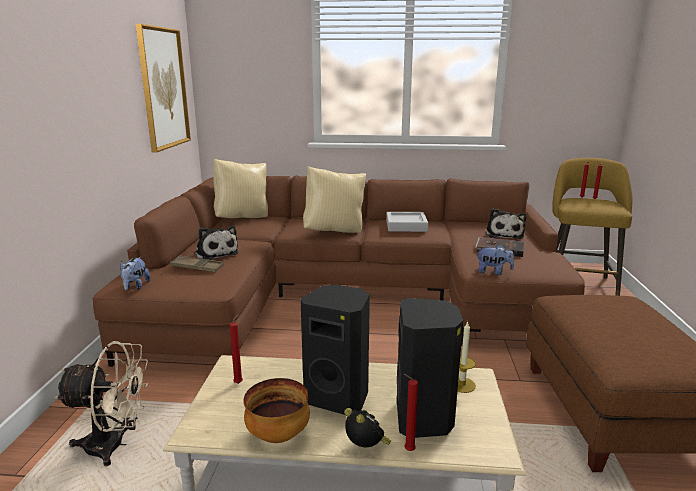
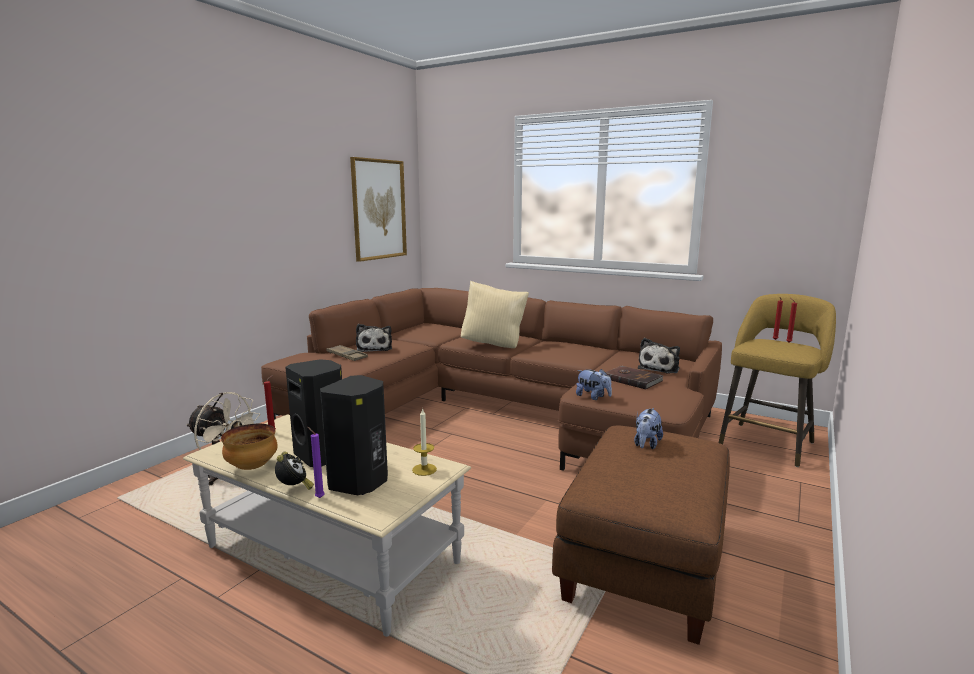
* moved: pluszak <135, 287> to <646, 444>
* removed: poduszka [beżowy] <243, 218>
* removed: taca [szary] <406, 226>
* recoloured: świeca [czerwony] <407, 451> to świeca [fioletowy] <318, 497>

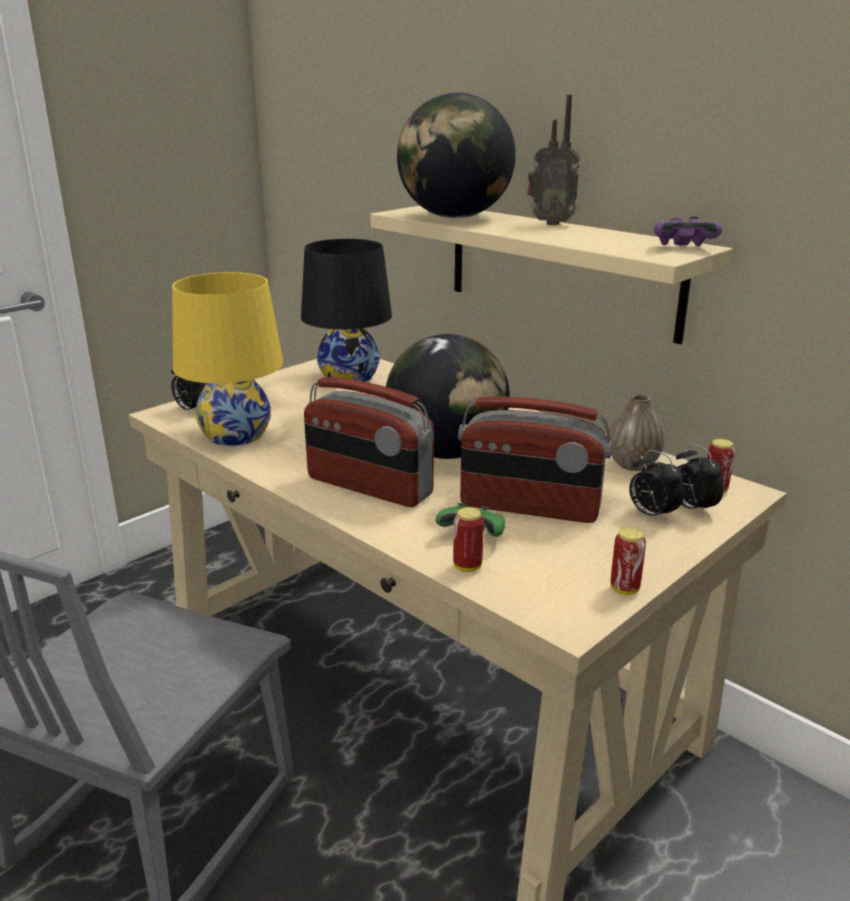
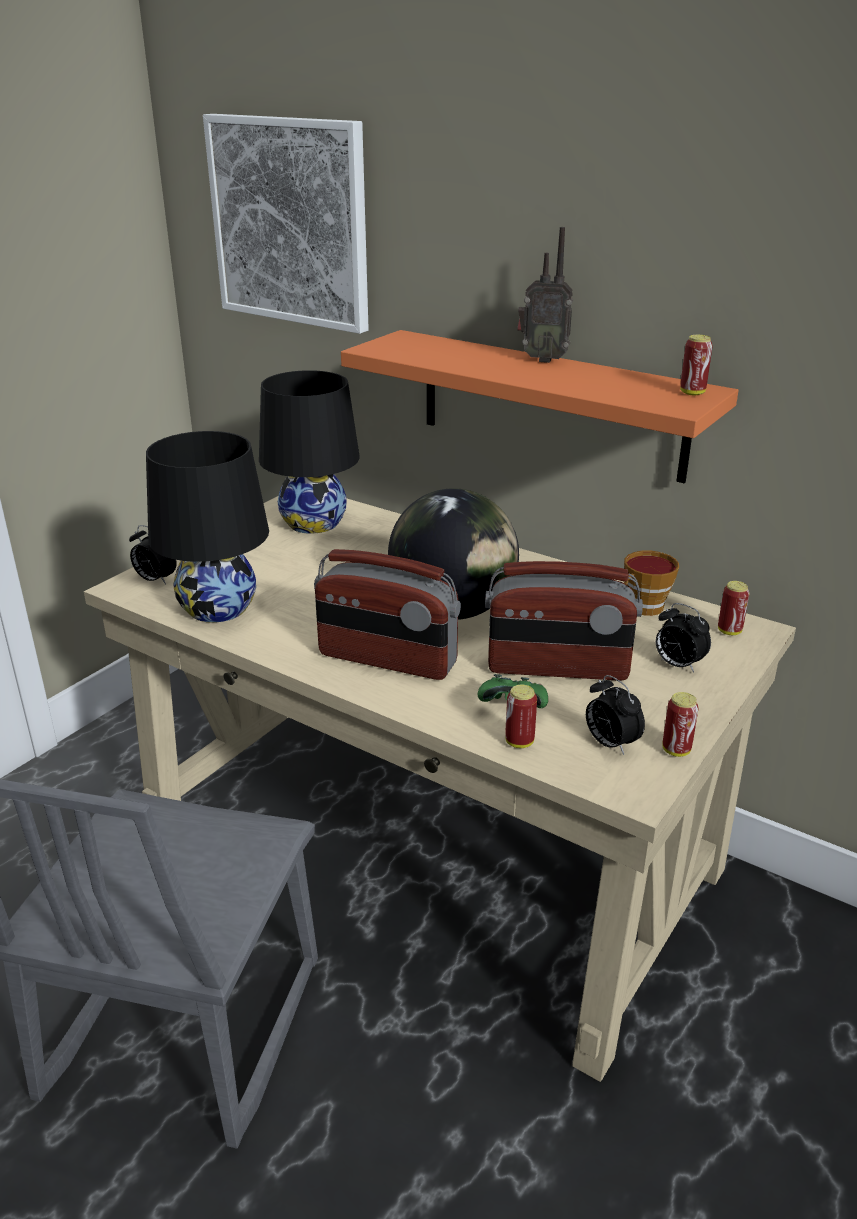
* recoloured: lampa stołowa [żółty] <235, 434> to lampa stołowa [czarny] <217, 607>
* recoloured: półka [beżowy] <560, 269> to półka [pomarańczowy] <550, 404>
* removed: globus <455, 217>
* replaced: wazon <632, 465> to filiżanka <643, 608>
* replaced: pad do gier [fioletowy] <683, 248> to puszka <692, 393>
* moved: budzik <691, 508> to <610, 743>
* added: obraz <290, 222>

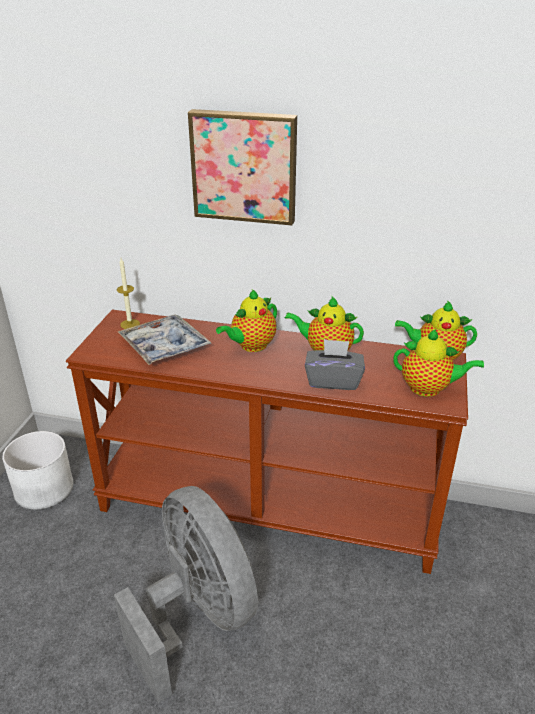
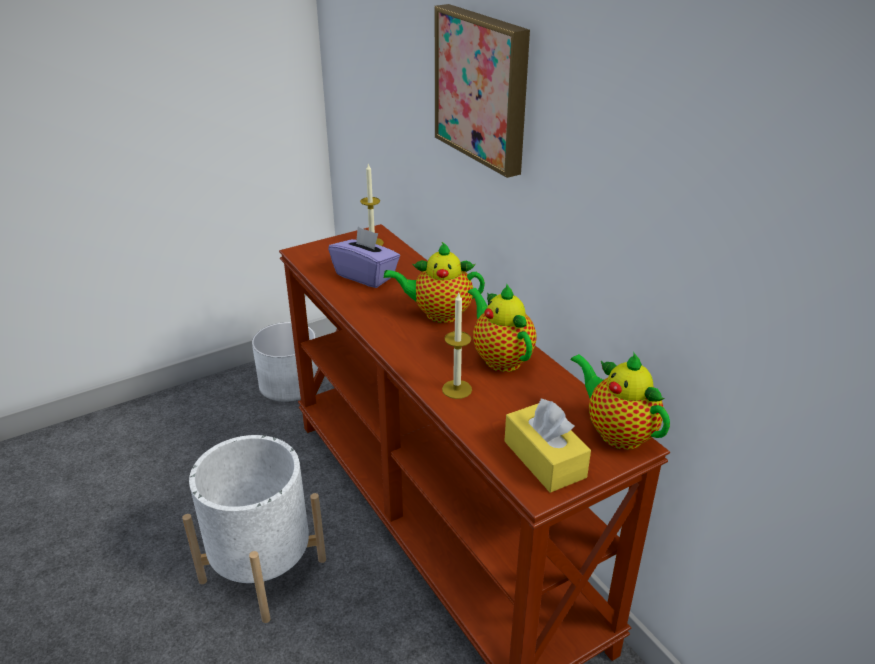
* replaced: wentylator [szary] <197, 616> to donica [biały] <263, 570>
* replaced: taca <164, 346> to pudełko chusteczek [fioletowy] <366, 276>
* replaced: pudełko chusteczek [szary] <333, 381> to świeca <457, 389>
* replaced: imbryk <428, 389> to pudełko chusteczek [żółty] <544, 459>

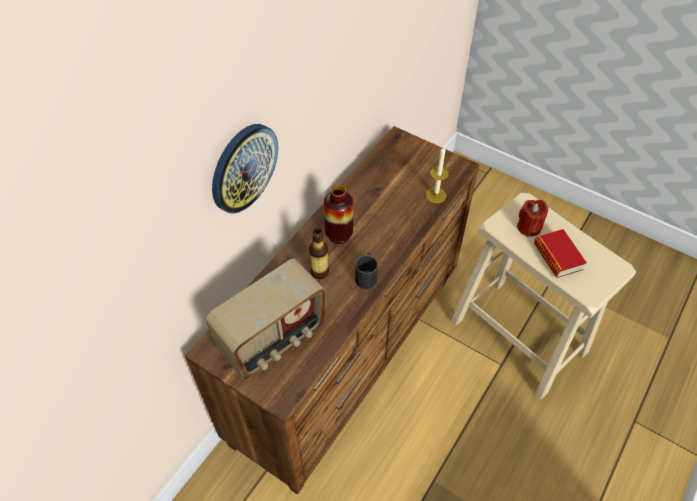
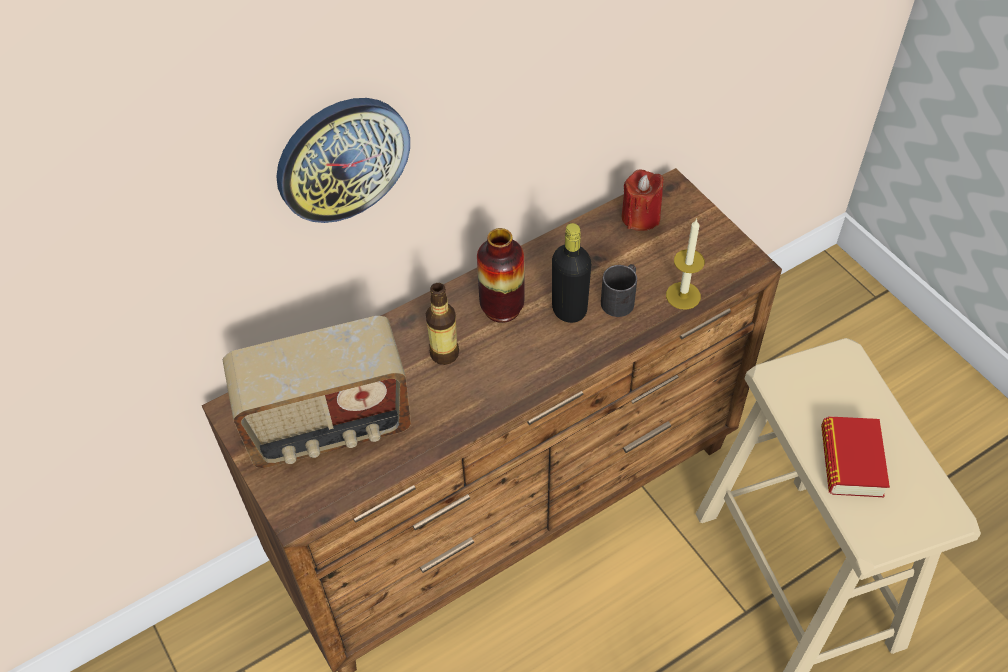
* moved: kubek [czarny] <366, 275> to <621, 298>
* moved: świeca [czerwony] <529, 227> to <640, 217>
* added: butelka [czarny] <569, 310>

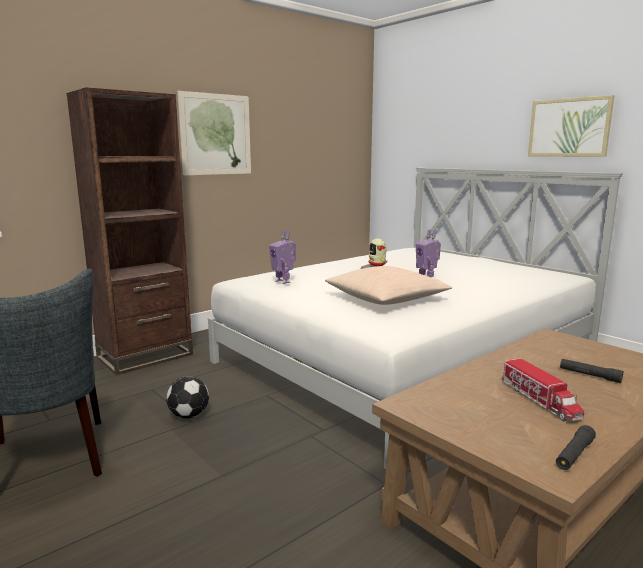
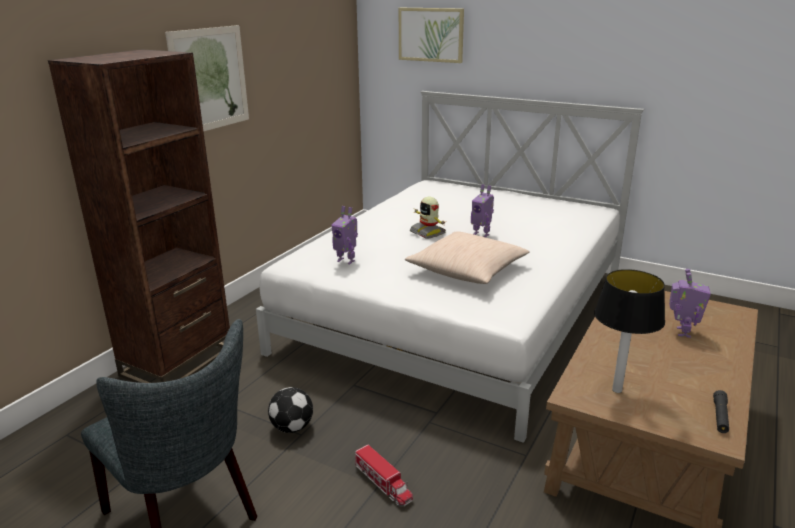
* moved: ciężarówka zabawkowa <540, 400> to <383, 483>
* moved: obraz <569, 127> to <431, 34>
* replaced: latarka [czarny] <589, 375> to robot zabawkowy <682, 332>
* added: lampa stołowa <616, 390>

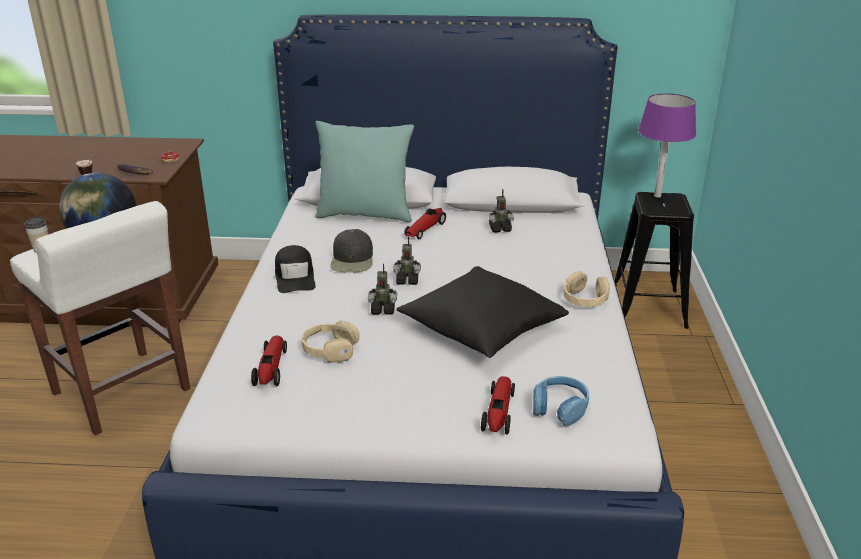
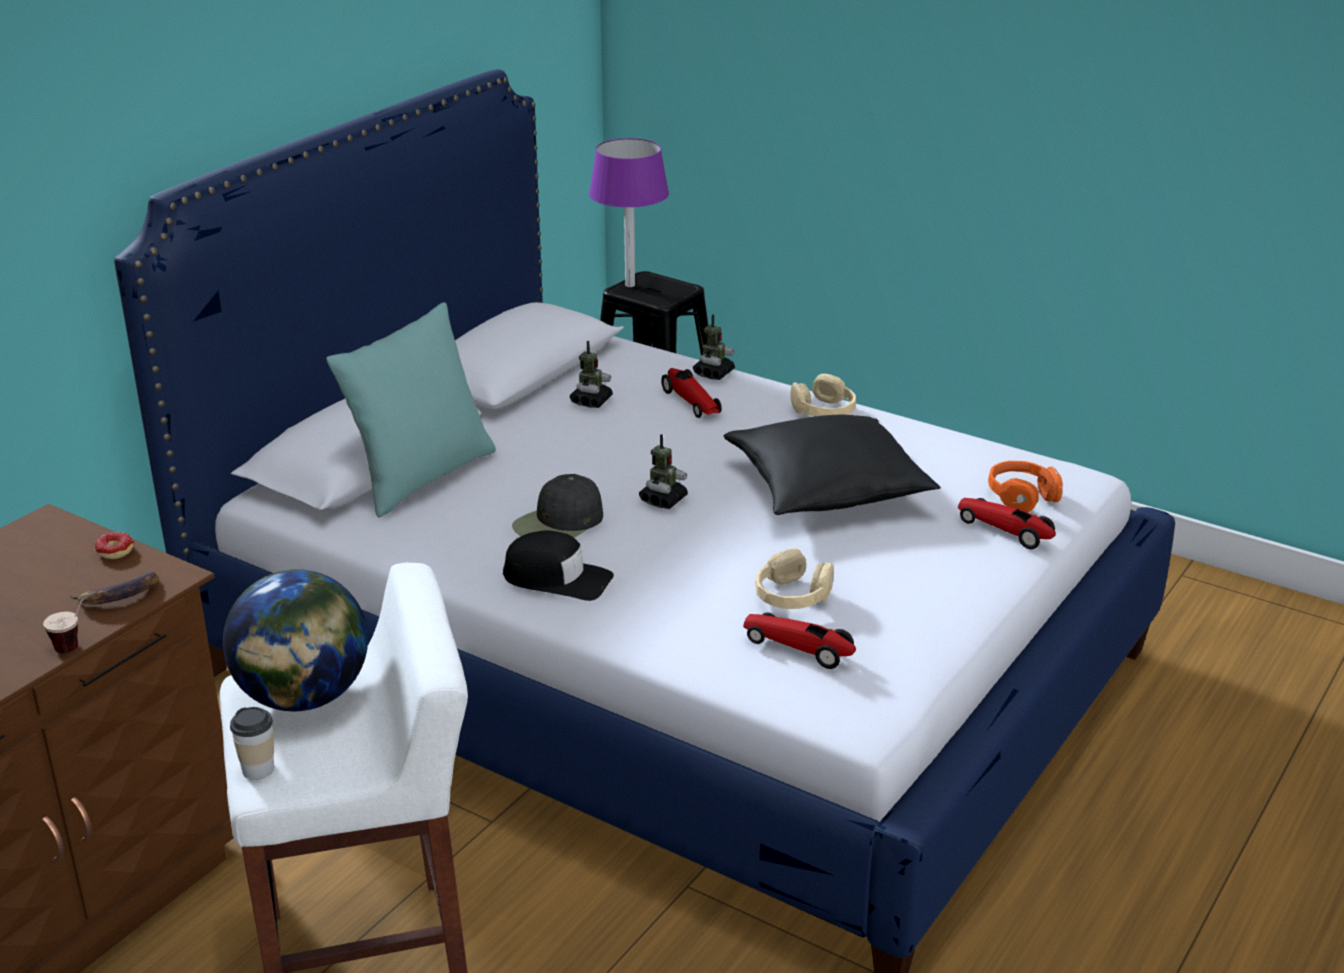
* turned: czapka z daszkiem [czarny] <352, 260> = <559, 523> 105 degrees clockwise
* moved: robot zabawkowy <383, 309> to <713, 373>
* moved: samochodzik <425, 229> to <691, 402>
* recoloured: słuchawki [niebieski] <560, 407> to słuchawki [pomarańczowy] <1021, 495>

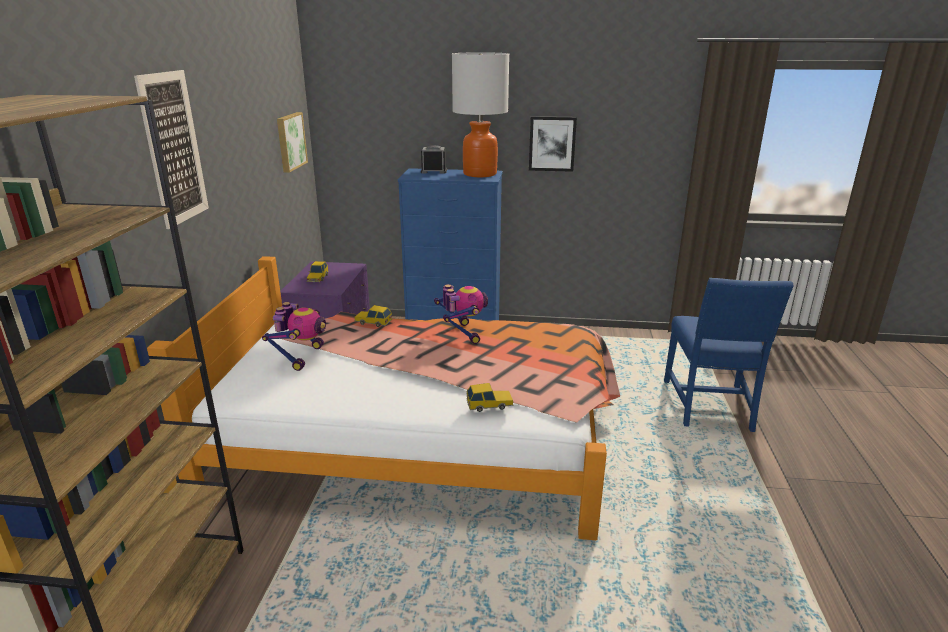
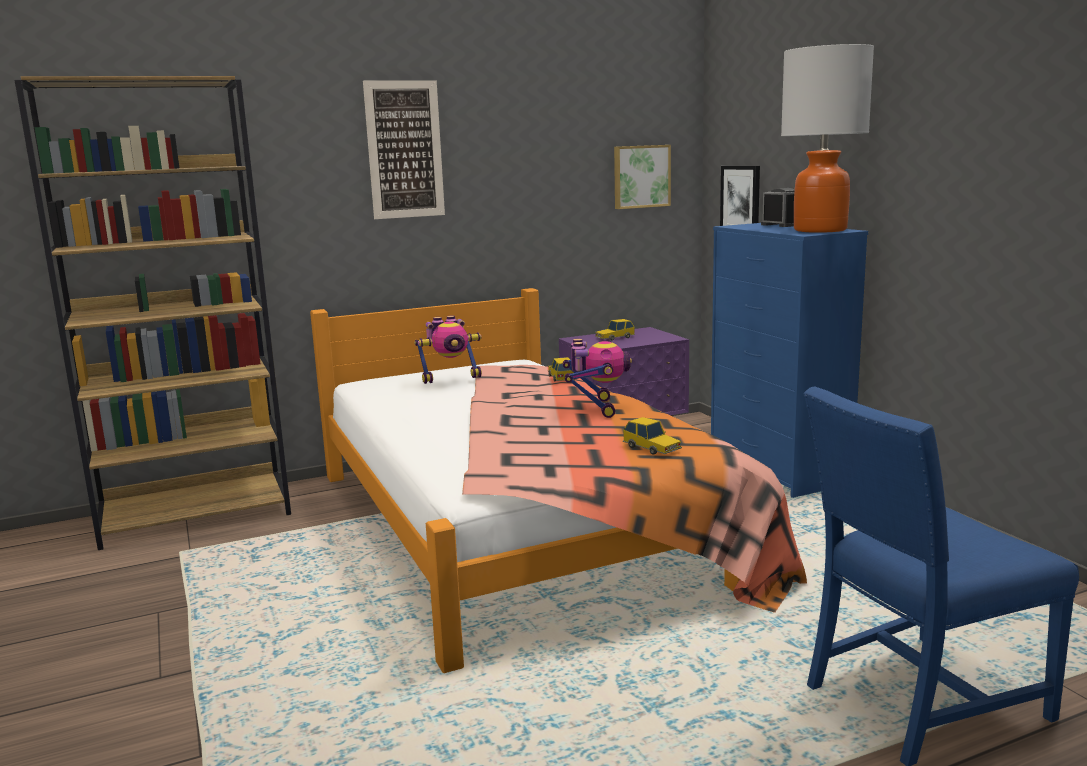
* turned: robot zabawkowy <462, 334> = <596, 408> 45 degrees counterclockwise
* moved: samochodzik <489, 404> to <652, 448>
* moved: obraz <552, 143> to <741, 200>

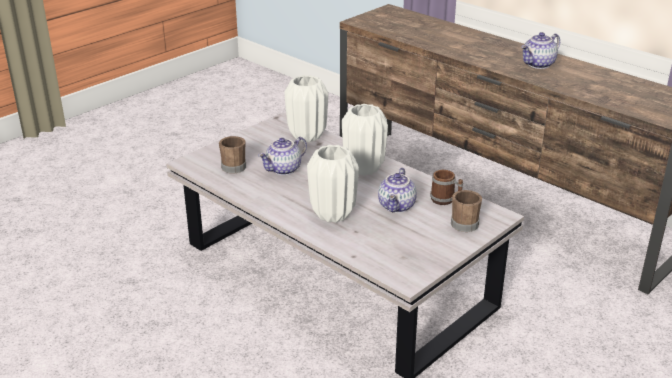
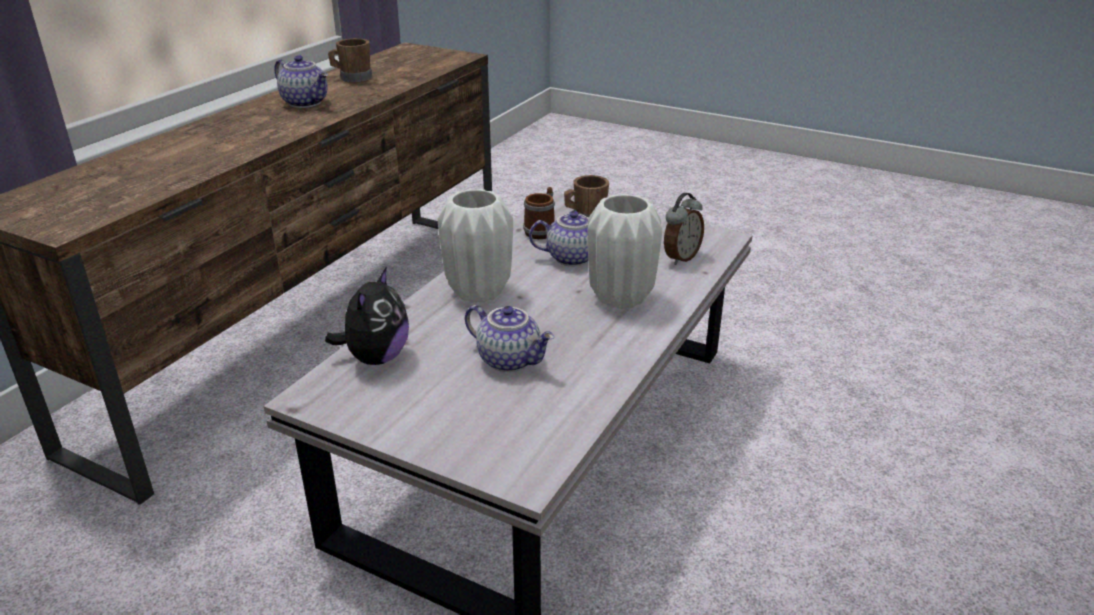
* moved: kubek [brązowy] <234, 166> to <352, 78>
* replaced: wazon [biały] <307, 136> to pluszak <376, 358>
* added: budzik <680, 257>

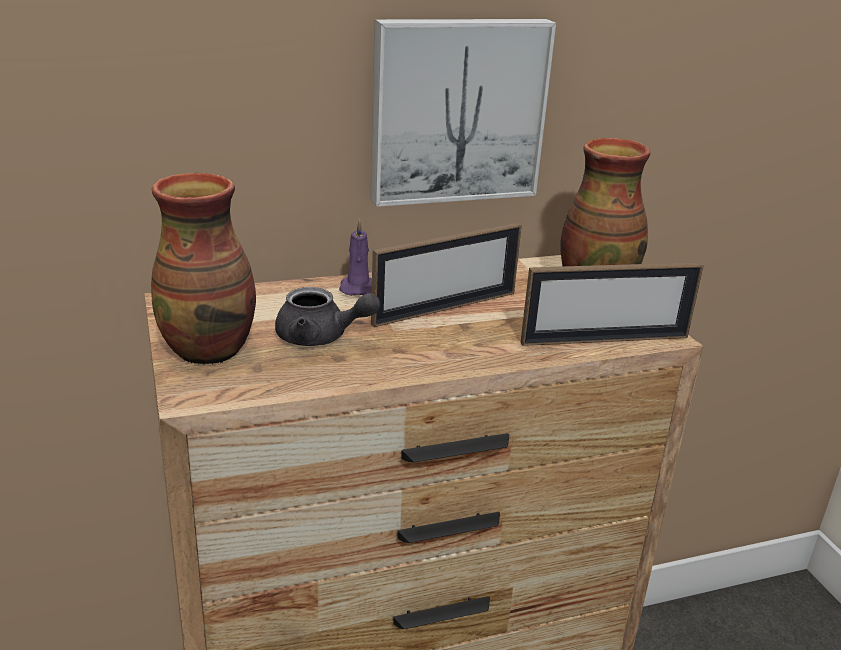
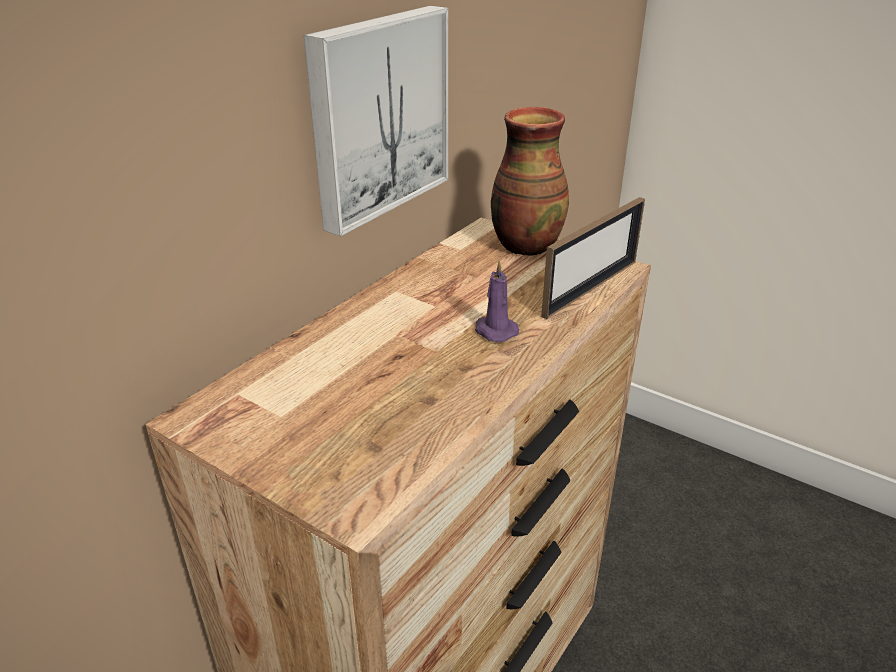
* removed: wazon <210, 349>
* removed: imbryk [szary] <321, 337>
* moved: świeca [fioletowy] <358, 288> to <494, 331>
* removed: ramka na zdjęcie <445, 308>

